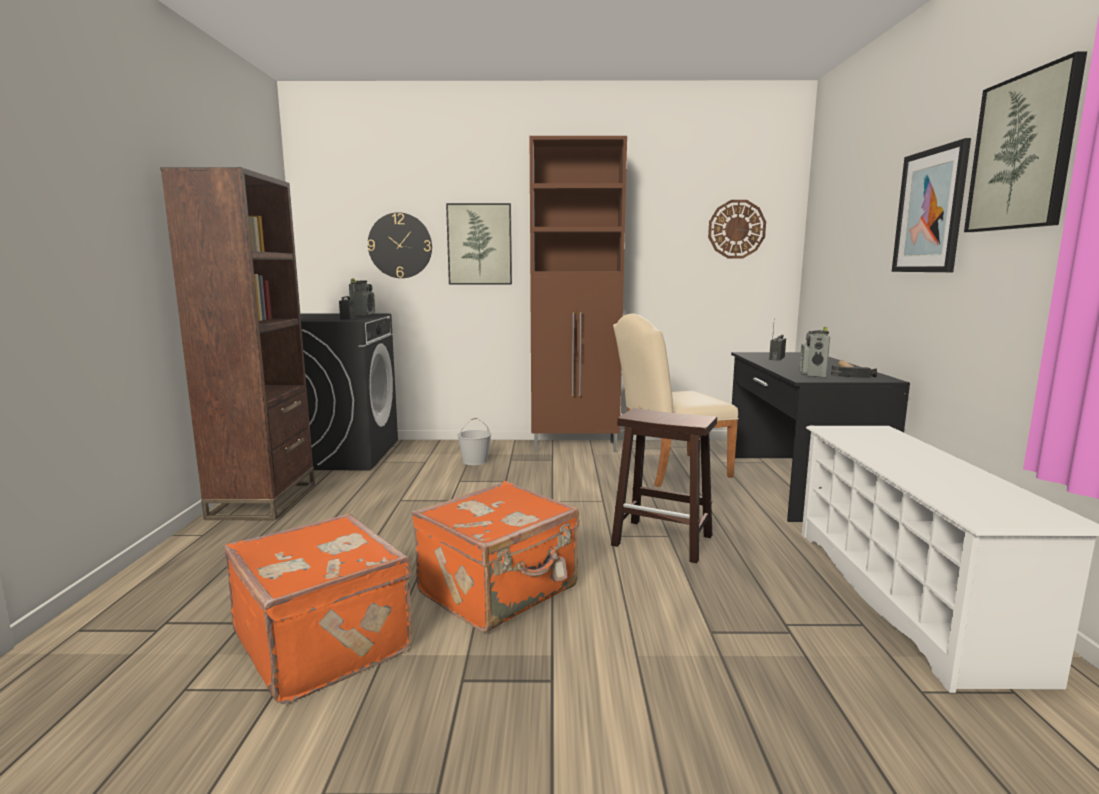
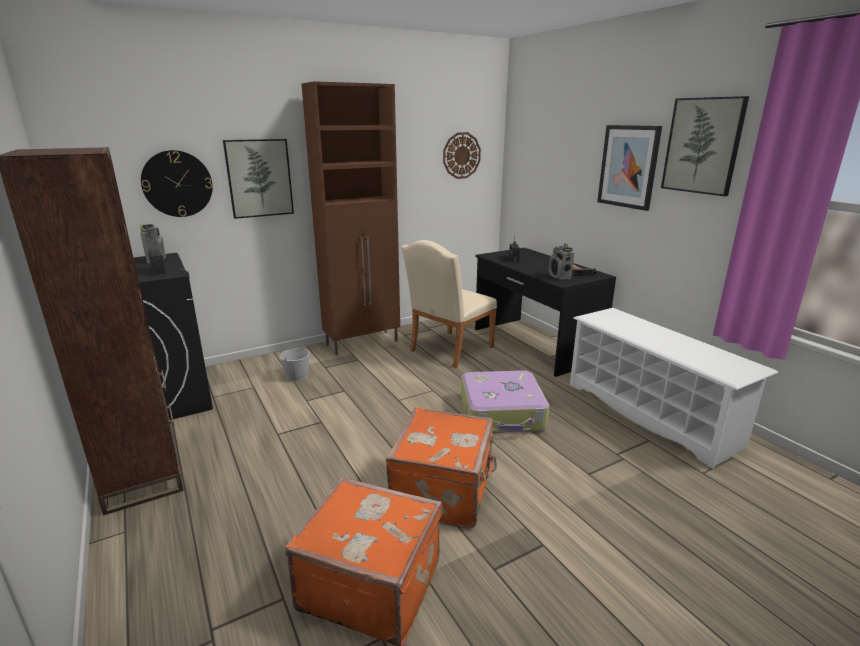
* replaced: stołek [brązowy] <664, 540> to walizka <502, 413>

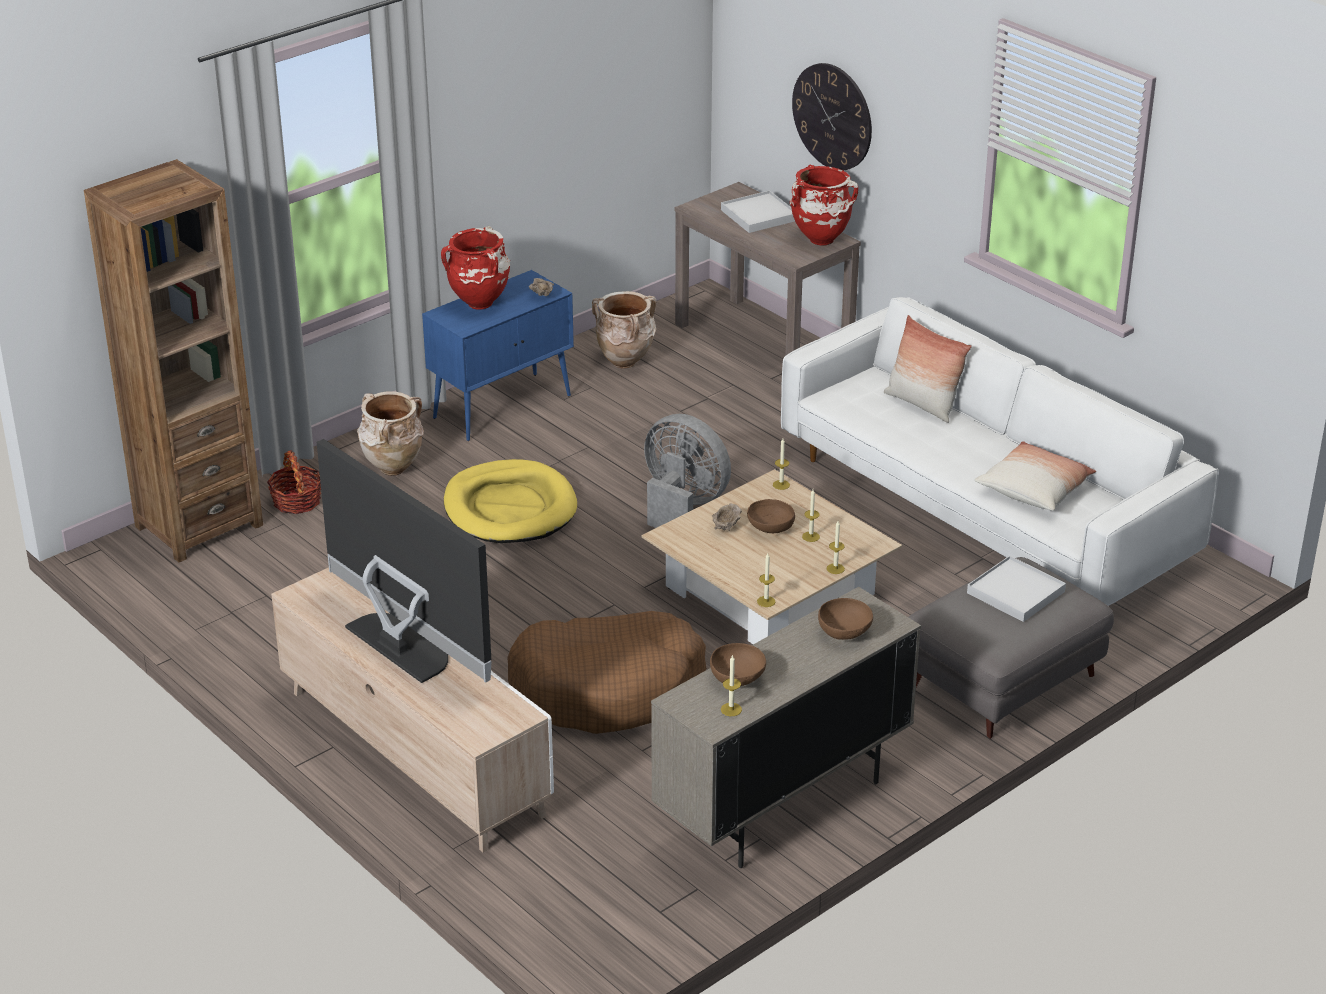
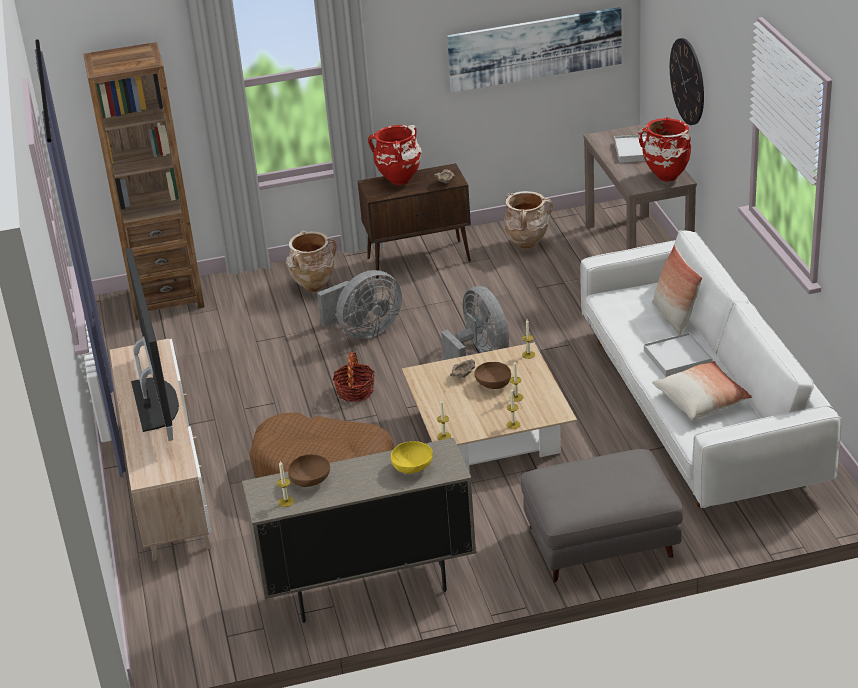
* moved: koszyk <296, 501> to <355, 391>
* recoloured: szafka [niebieski] <503, 406> to szafka [brązowy] <419, 259>
* replaced: legowisko [żółty] <510, 508> to wentylator [szary] <365, 331>
* recoloured: miska [brązowy] <845, 632> to miska [żółty] <413, 468>
* moved: taca [biały] <1016, 592> to <677, 357>
* added: obraz <535, 48>

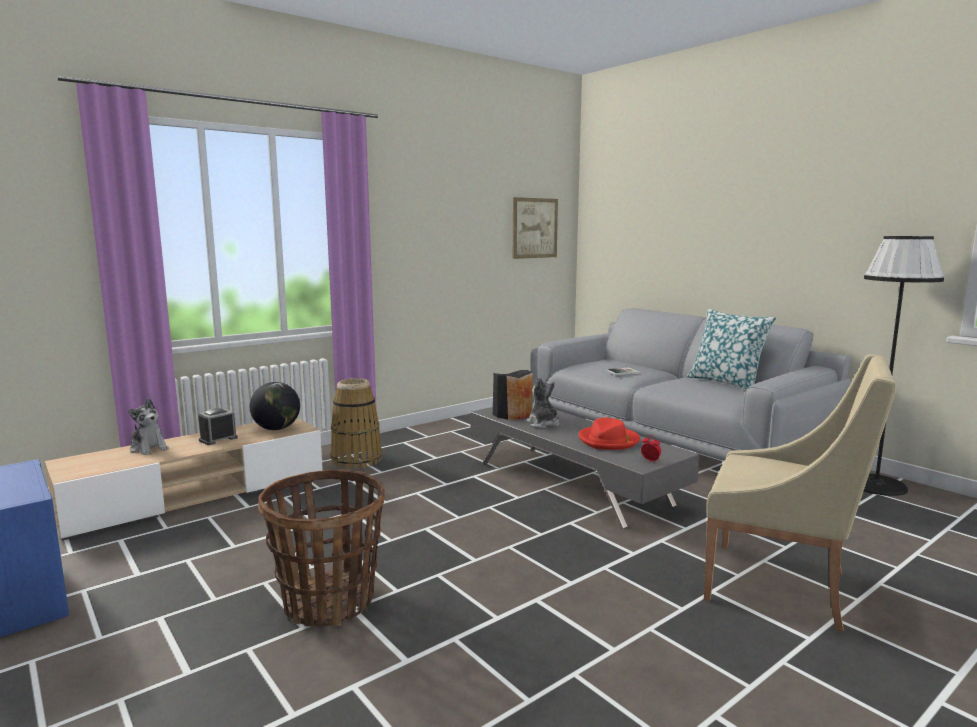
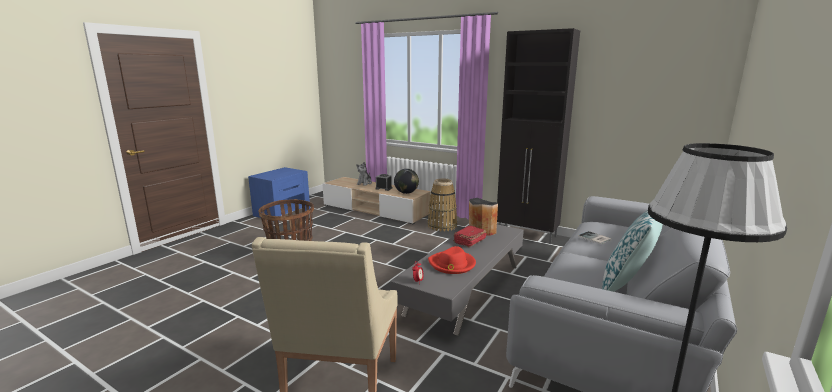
* removed: obraz <534, 228>
* replaced: pluszak <543, 424> to książka [czerwony] <469, 241>
* added: szafka [czarny] <527, 235>

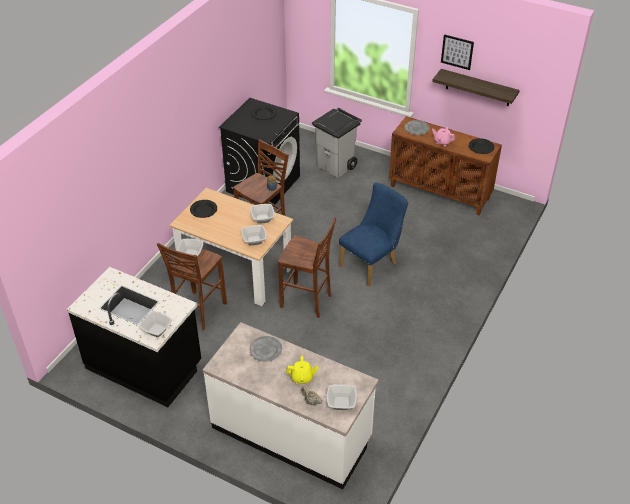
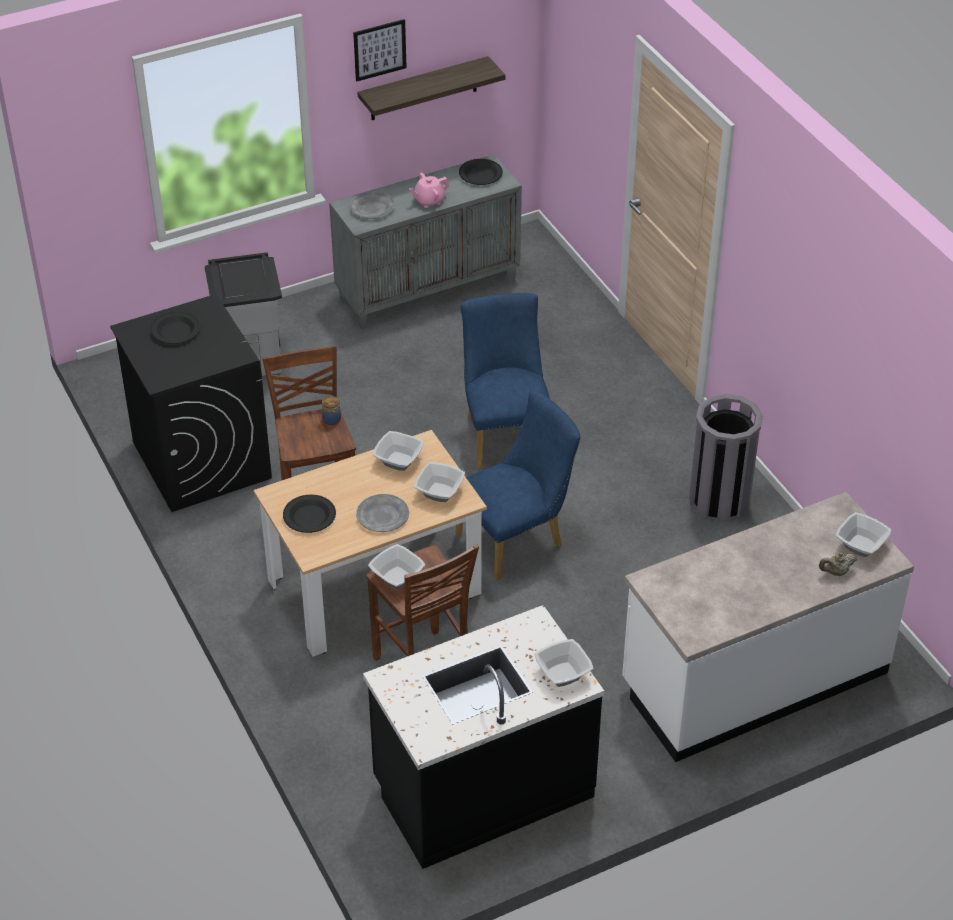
* moved: talerz [szary] <266, 350> to <382, 515>
* replaced: stołek [brązowy] <307, 301> to krzesło [niebieski] <517, 539>
* removed: imbryk [żółty] <302, 377>
* recoloured: szafka [brązowy] <440, 192> to szafka [szary] <428, 289>
* added: kosz na śmieci [szary] <719, 499>

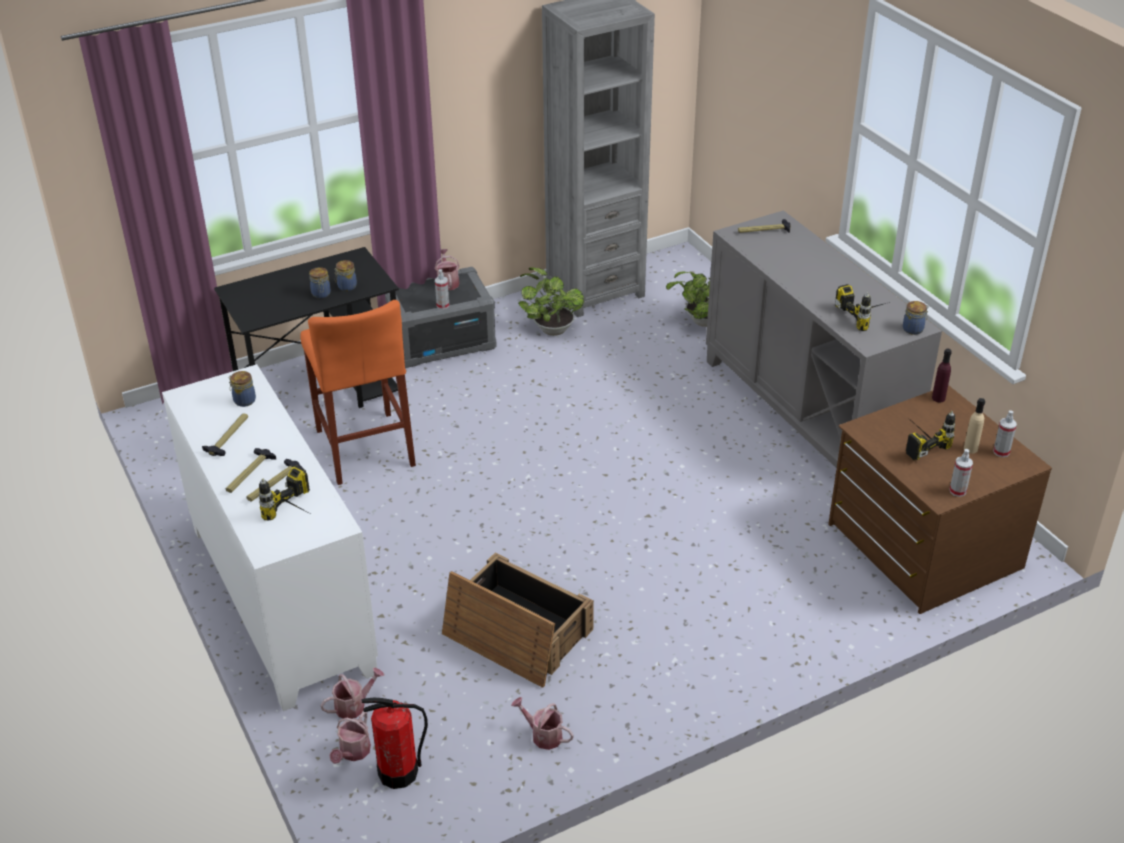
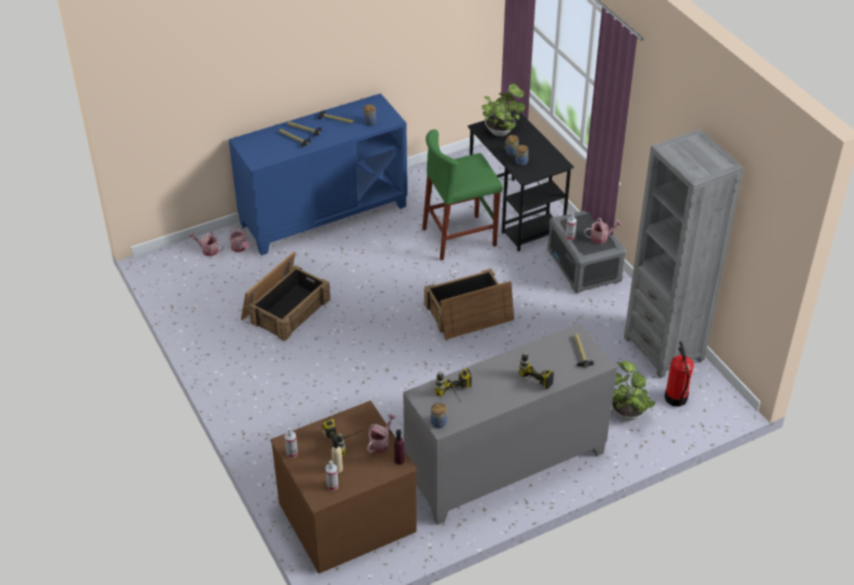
* recoloured: szafka [biały] <279, 599> to szafka [niebieski] <323, 214>
* moved: wiertarka <298, 514> to <527, 387>
* recoloured: stołek [pomarańczowy] <364, 447> to stołek [zielony] <459, 237>
* moved: gaśnica <399, 773> to <675, 398>
* moved: konewka <543, 735> to <381, 443>
* moved: roślina doniczkowa <551, 329> to <501, 130>
* added: skrzynka <468, 313>

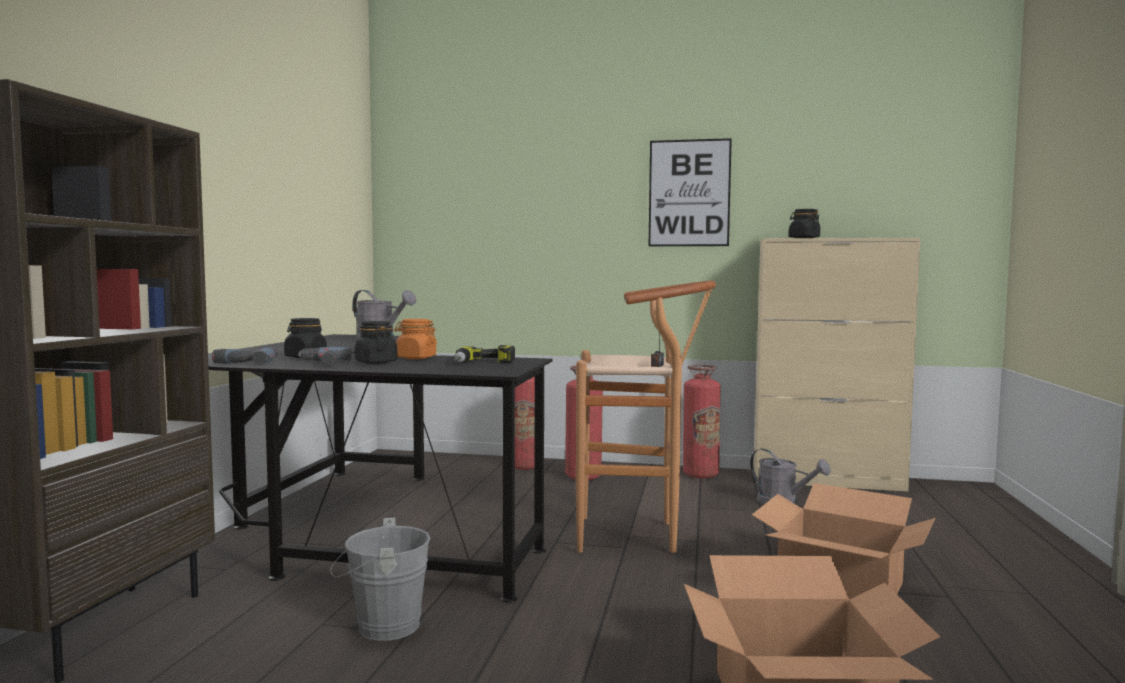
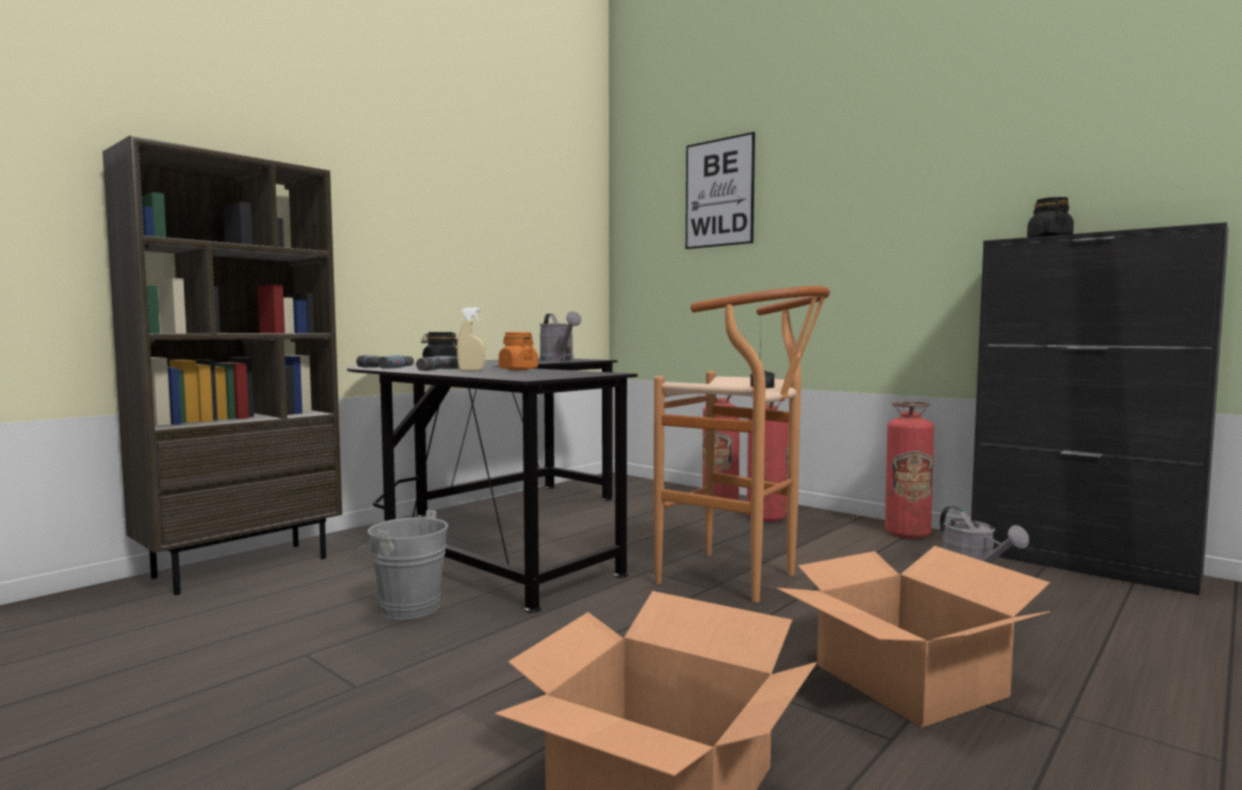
* replaced: słoik [czarny] <376, 362> to spryskiwacz [beżowy] <471, 370>
* removed: wiertarka <482, 363>
* moved: obraz <689, 193> to <719, 193>
* recoloured: szafka [beżowy] <828, 481> to szafka [czarny] <1081, 564>

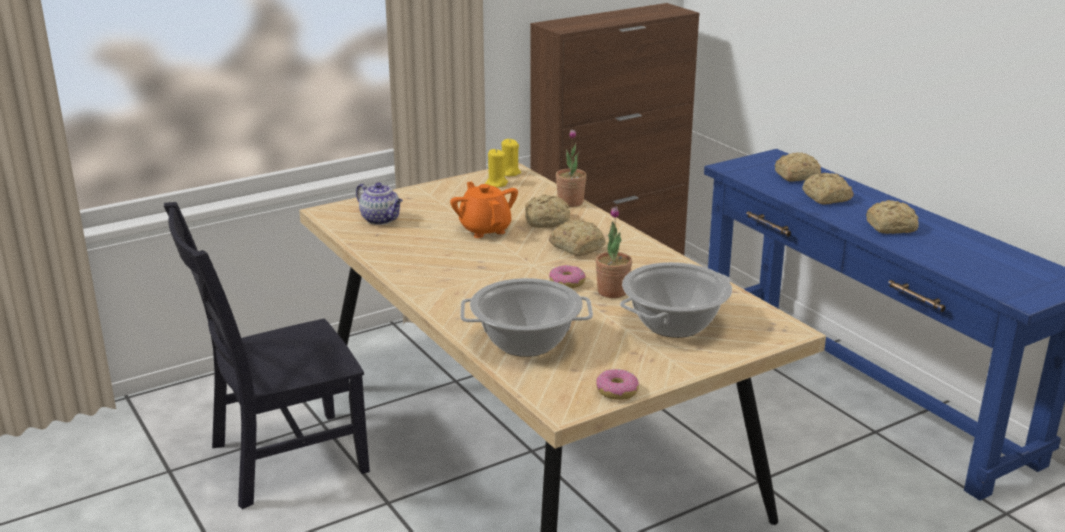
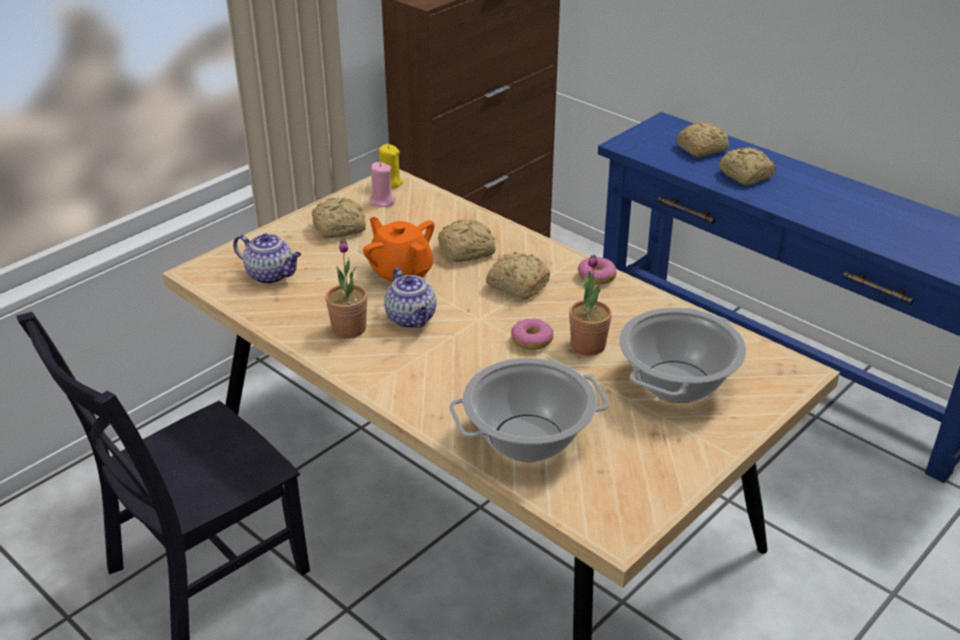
* recoloured: świeca [żółty] <496, 184> to świeca [różowy] <382, 201>
* moved: roślina doniczkowa <570, 202> to <349, 329>
* moved: donut <616, 391> to <596, 277>
* moved: chleb <892, 227> to <341, 228>
* added: imbryk <412, 319>

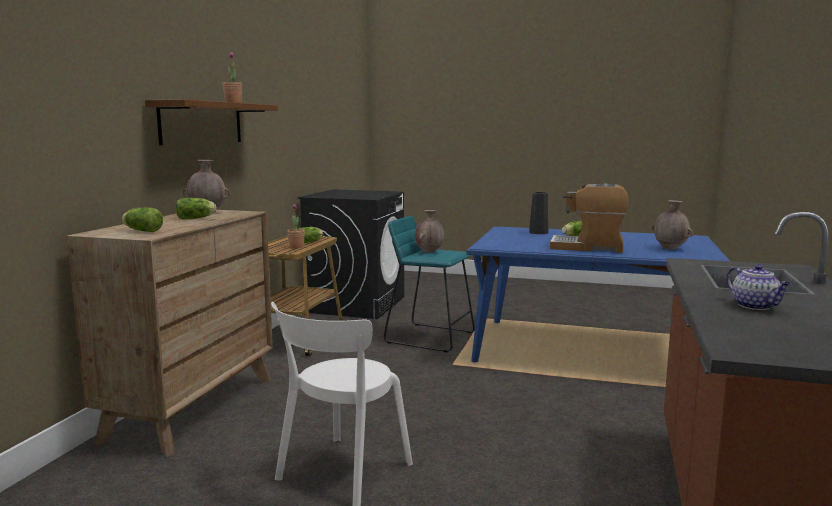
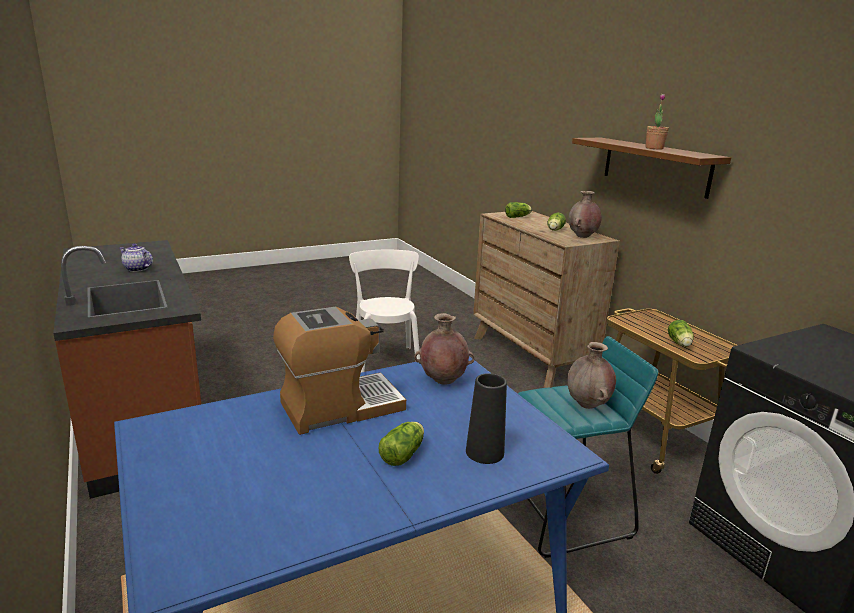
* removed: roślina doniczkowa <296, 247>
* moved: wazon [brązowy] <670, 248> to <442, 381>

